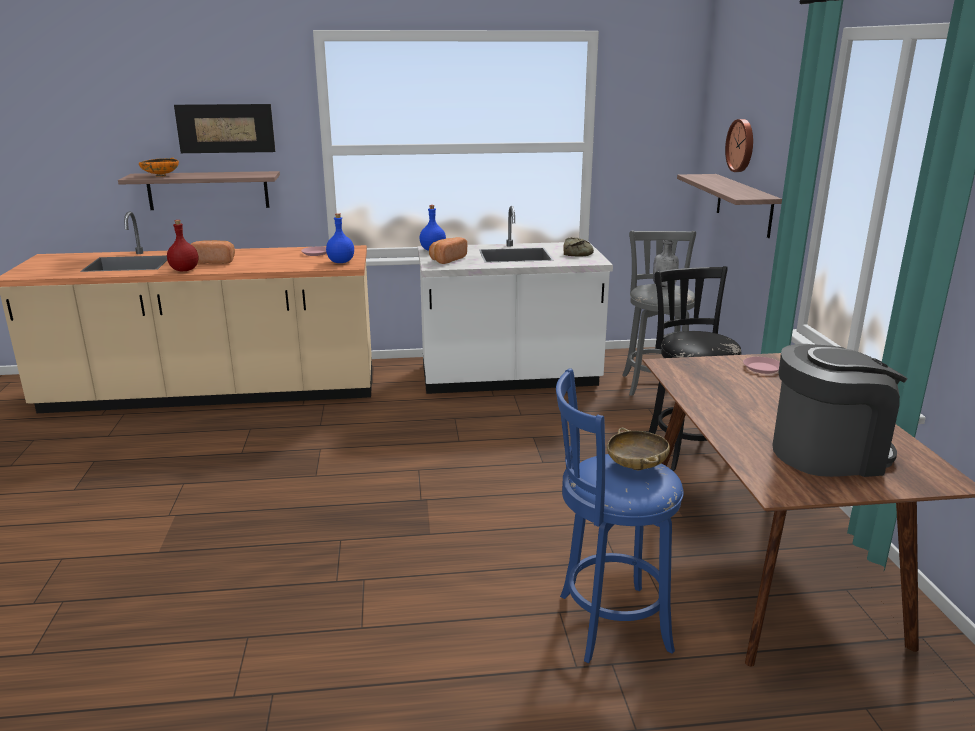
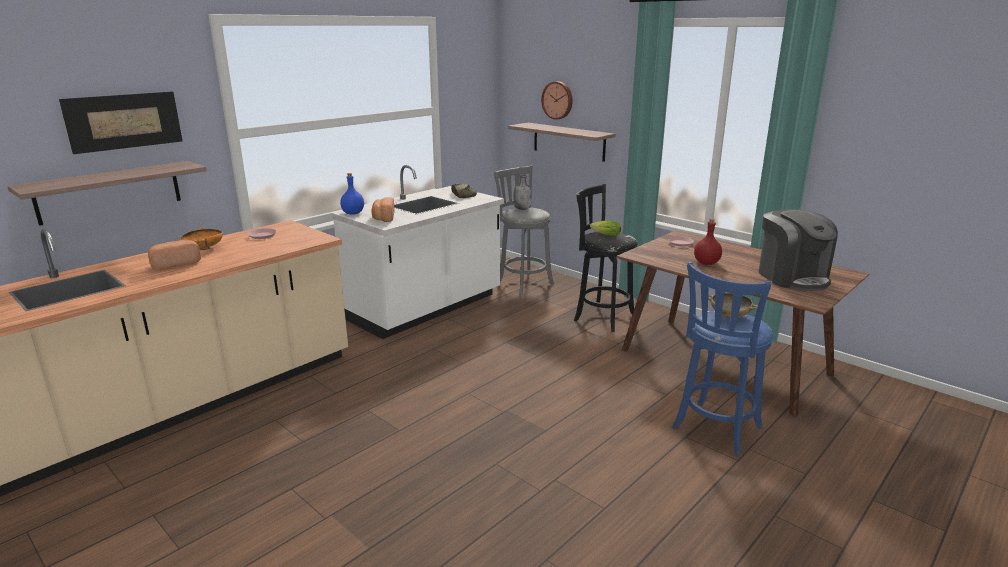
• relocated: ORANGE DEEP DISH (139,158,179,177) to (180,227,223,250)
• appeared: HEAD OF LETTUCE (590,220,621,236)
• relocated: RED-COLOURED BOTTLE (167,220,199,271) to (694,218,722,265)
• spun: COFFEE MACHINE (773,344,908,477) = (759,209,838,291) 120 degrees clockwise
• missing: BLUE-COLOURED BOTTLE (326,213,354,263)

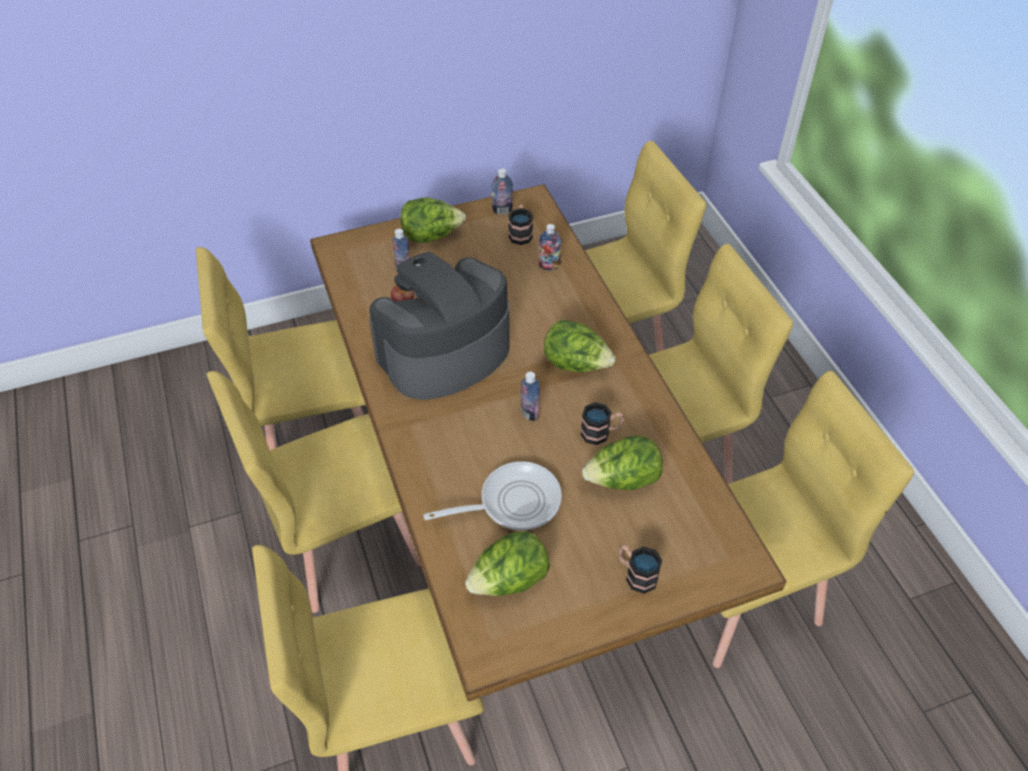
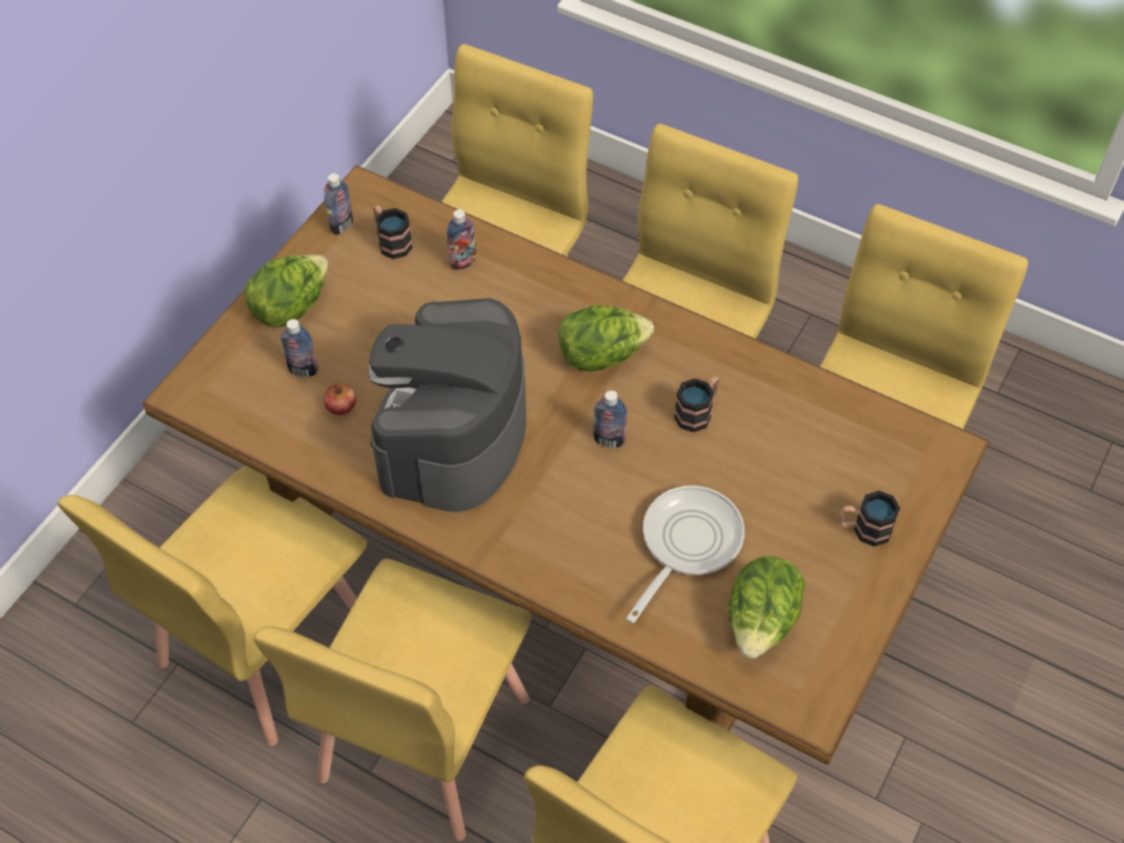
• missing: HEAD OF LETTUCE (582,435,663,490)

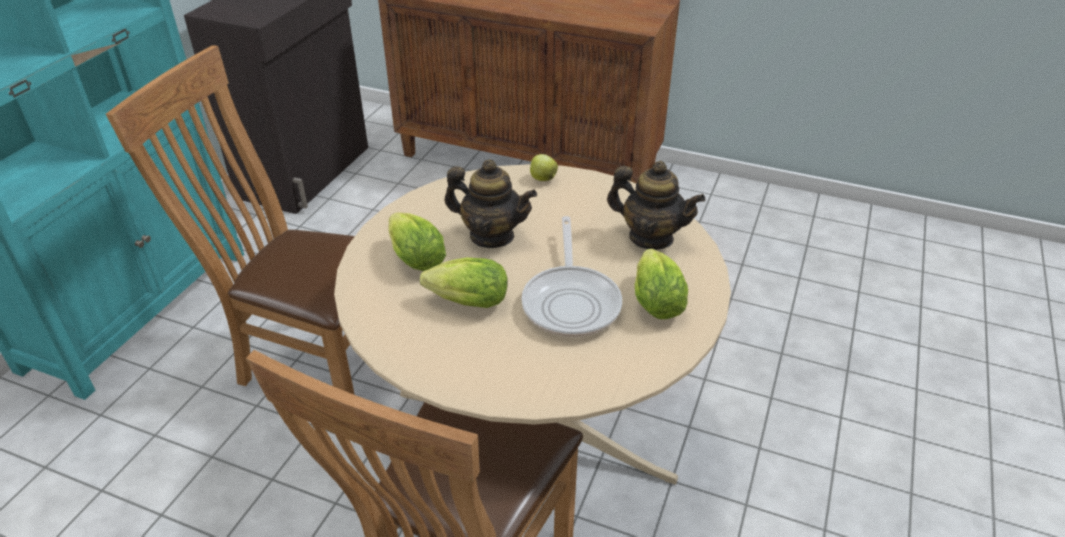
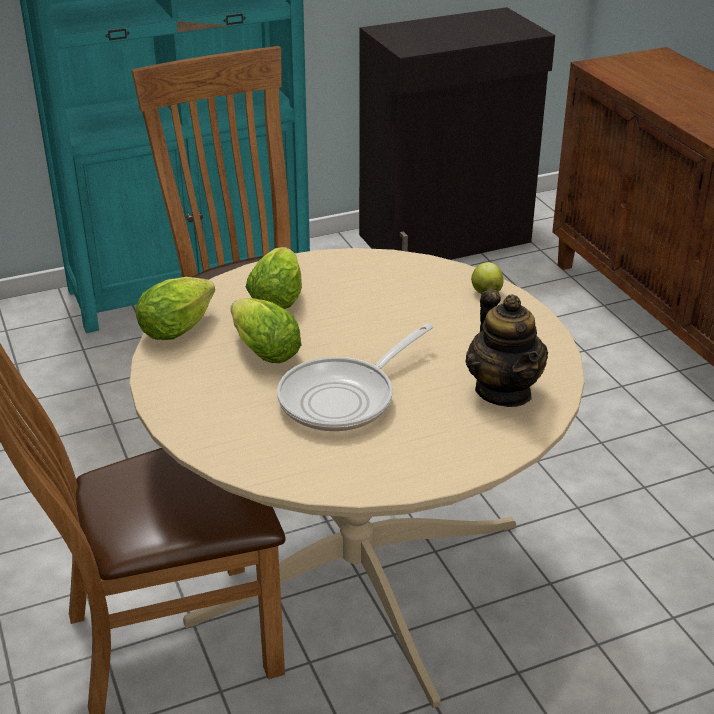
• relocated: HEAD OF LETTUCE (635,249,688,319) to (136,277,215,340)
• missing: TEA POT (444,159,537,248)

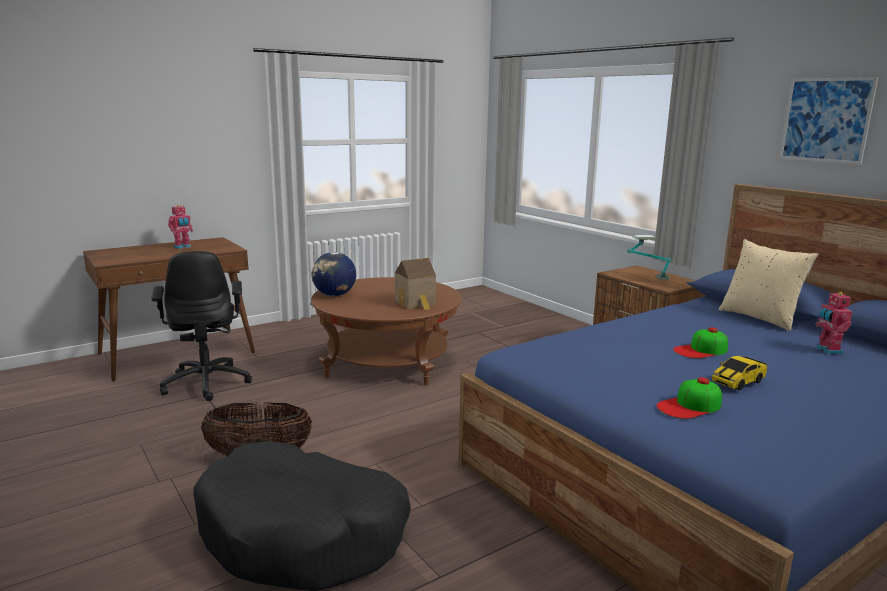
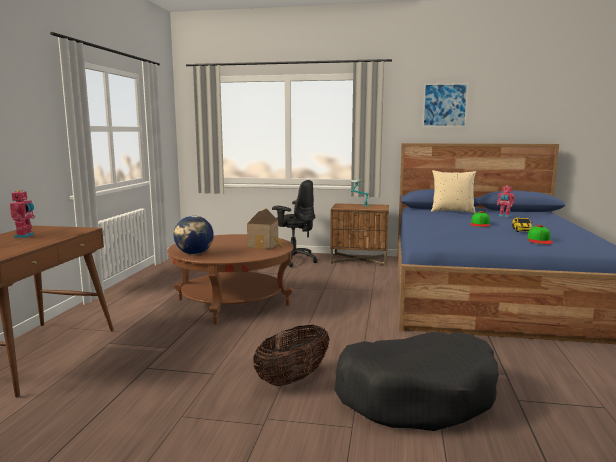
• relocated: BLACK COMPUTER CHAIR (151,251,252,401) to (272,180,318,267)

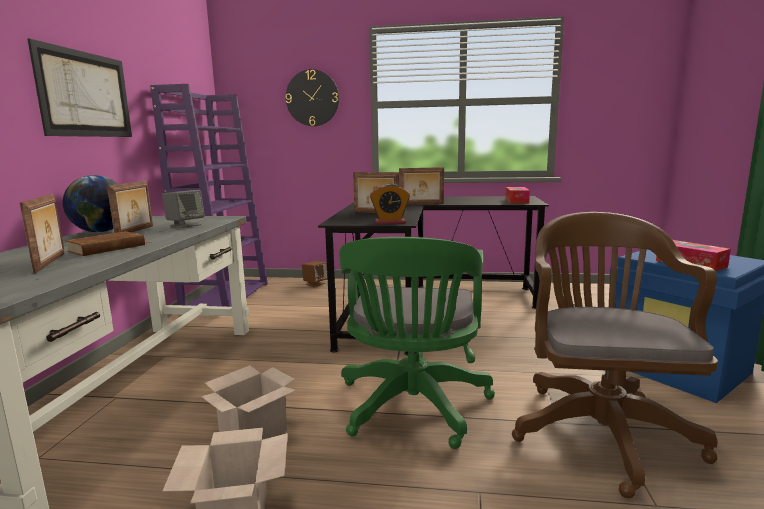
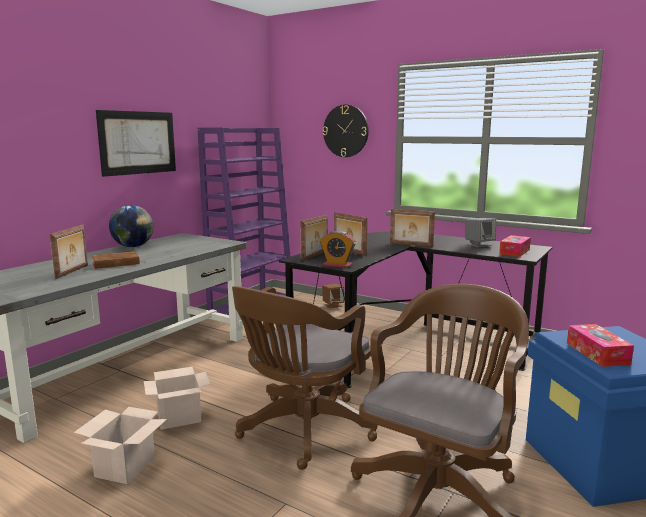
• colour: GREEN-COLOURED COMPUTER CHAIR (339,237,495,449) to BROWNISH COMPUTER CHAIR (232,286,378,470)
• relocated: PHOTO FRAME (107,180,153,233) to (301,214,328,261)
• relocated: GREYISH AUDIO SPEAKER (162,190,205,228) to (465,218,496,247)

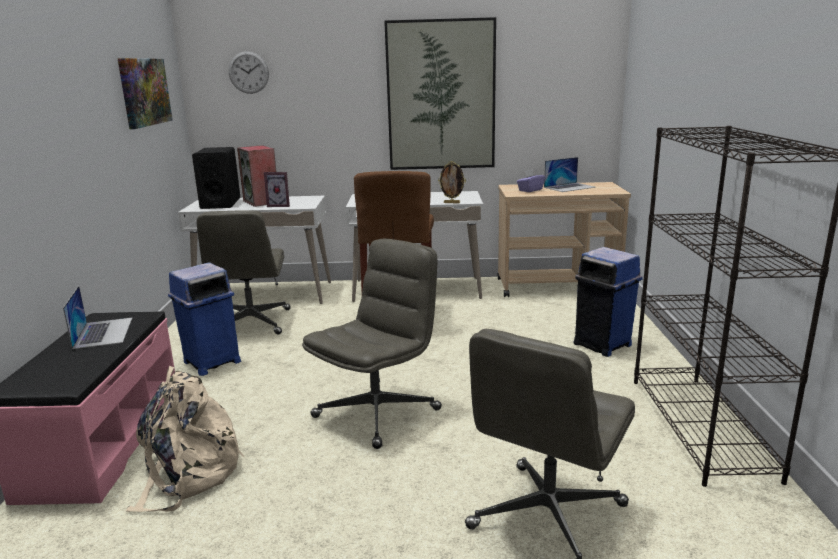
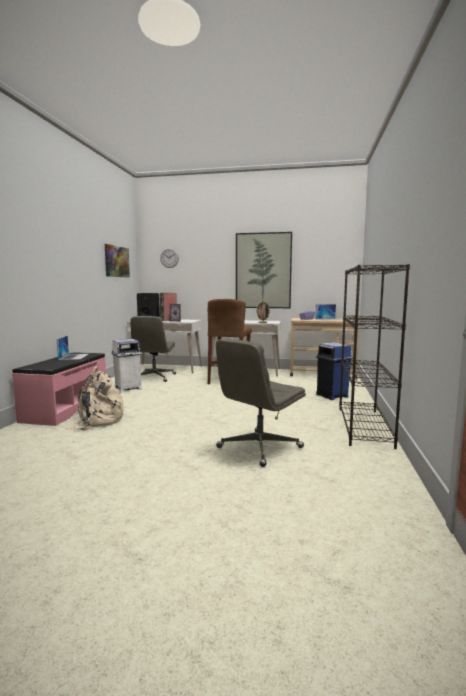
• colour: BLUE-COLOURED RUBBISH BIN (168,262,241,376) to WHITE RUBBISH BIN (111,339,142,392)
• missing: GREYISH COMPUTER CHAIR (302,238,442,449)

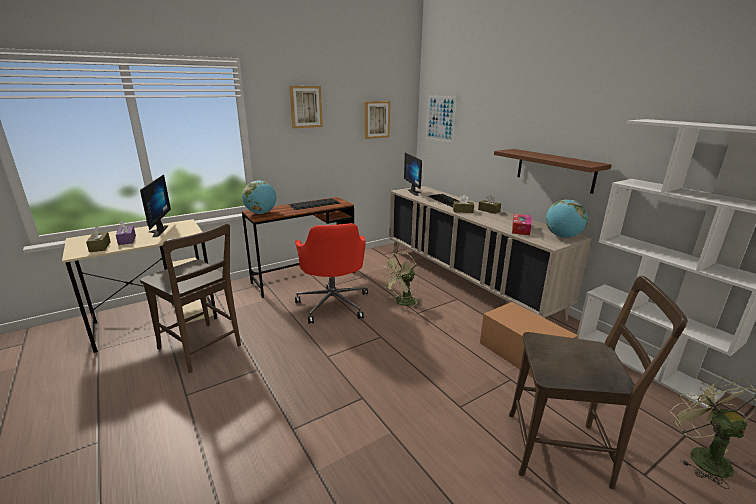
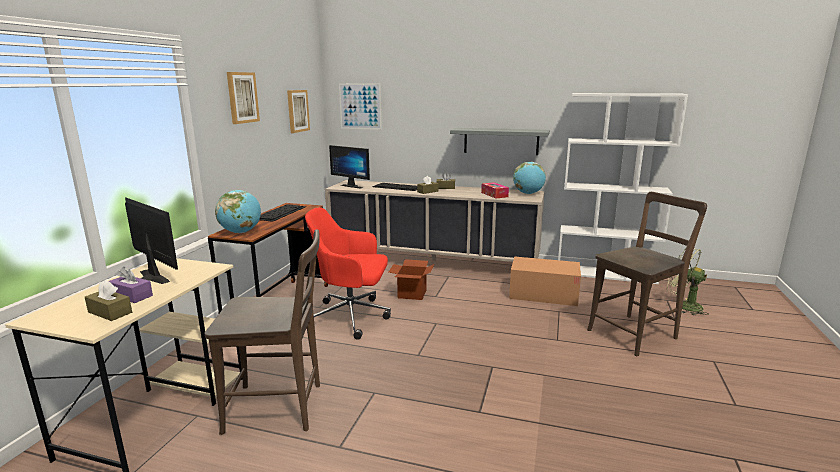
• spun: RED-COLOURED COMPUTER CHAIR (295,223,368,324) = (305,207,391,340) 150 degrees clockwise
• exchanged: GREEN-COLOURED FAN (381,252,422,309) to PACKING BOX (389,259,434,300)
• colour: BROWNISH WALL SHELF (494,149,612,194) to GREYISH WALL SHELF (450,128,550,155)

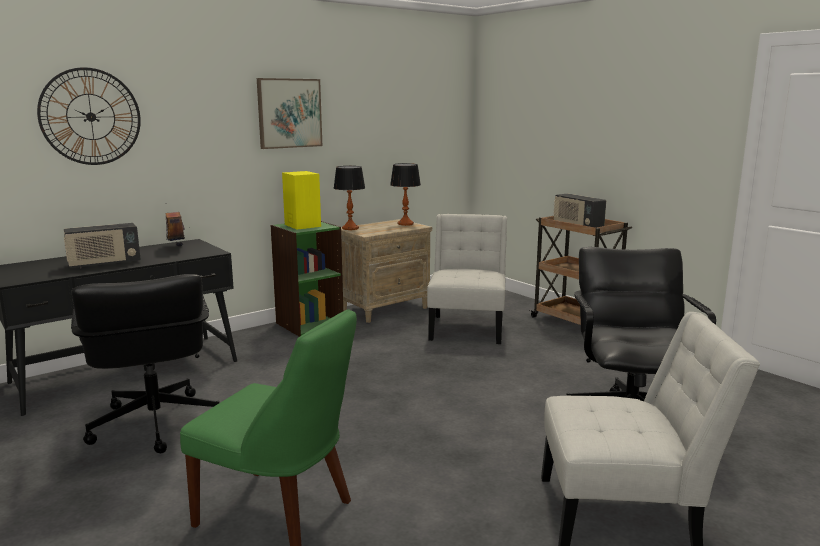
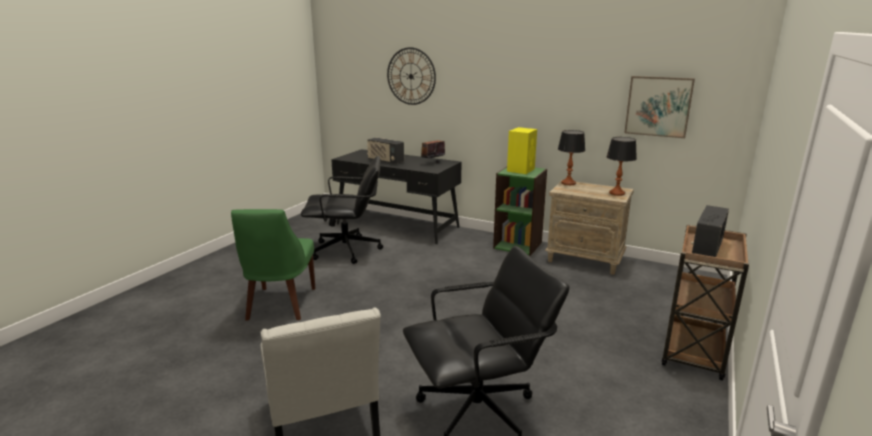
• spun: BLACK COMPUTER CHAIR (71,274,219,453) = (301,156,383,264) 135 degrees counterclockwise
• relocated: PICTURE (257,78,322,149) to (624,76,695,138)
• missing: WHITE UPRIGHT CHAIR (427,214,507,344)

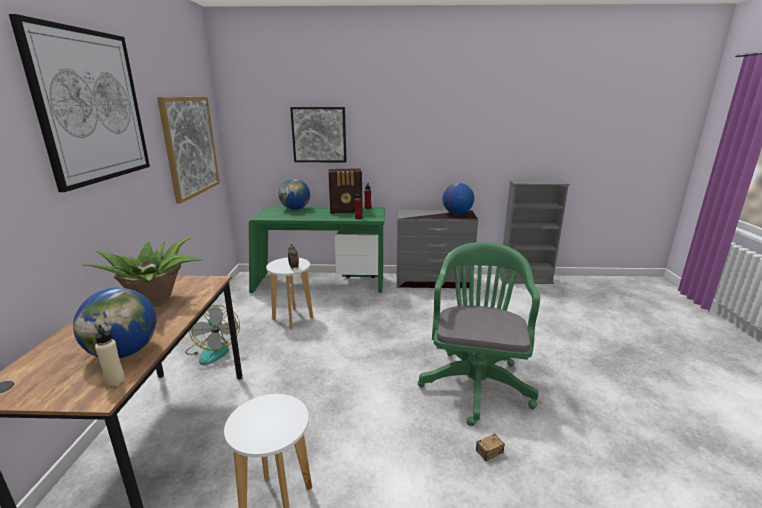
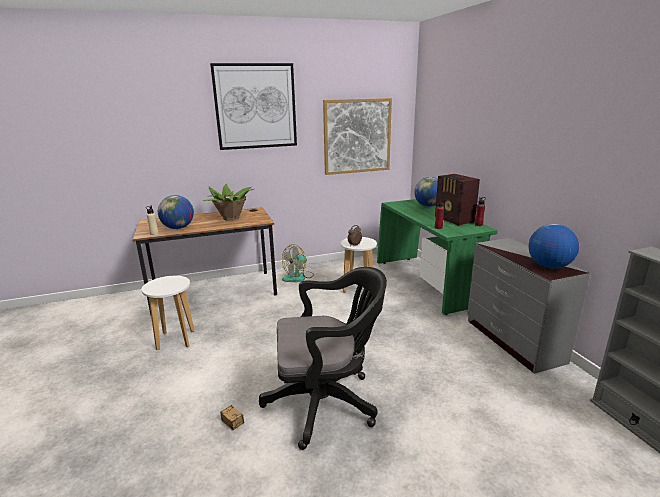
• colour: GREEN-COLOURED COMPUTER CHAIR (418,242,540,426) to BLACK COMPUTER CHAIR (259,267,387,450)
• missing: PICTURE (290,107,347,162)

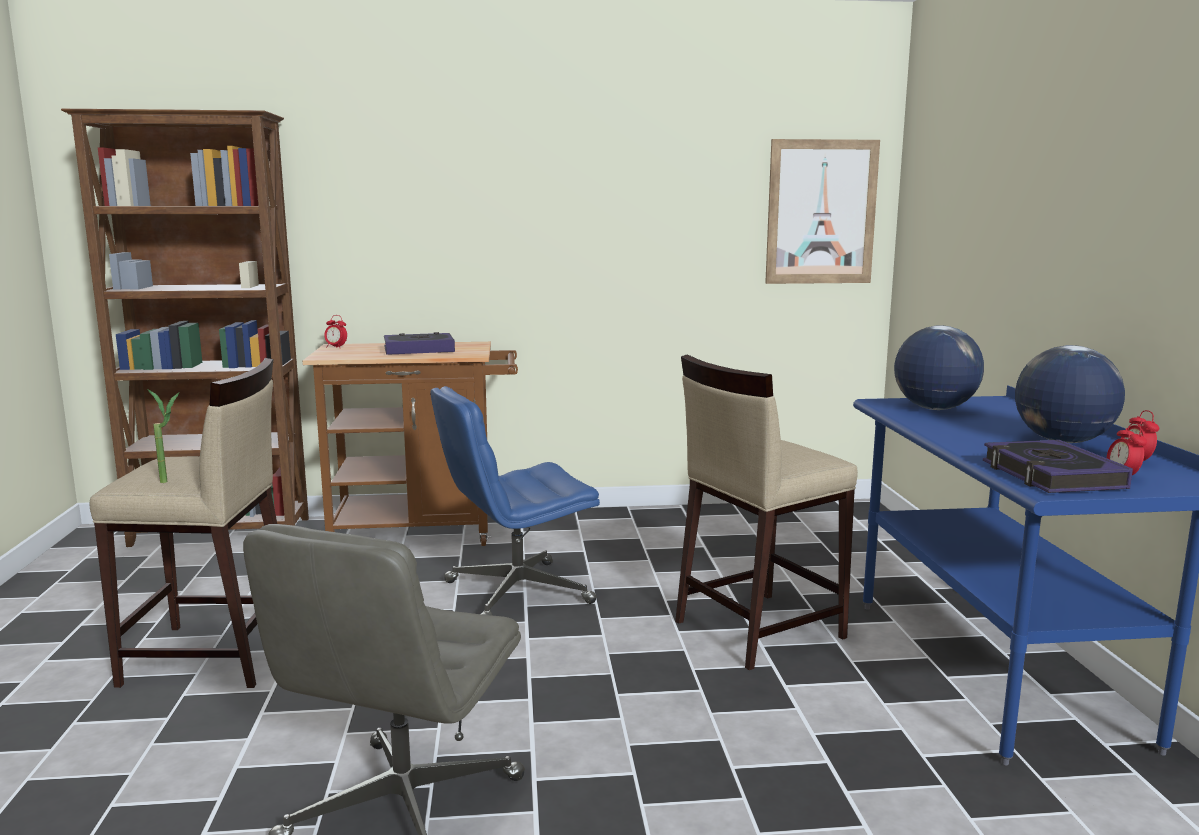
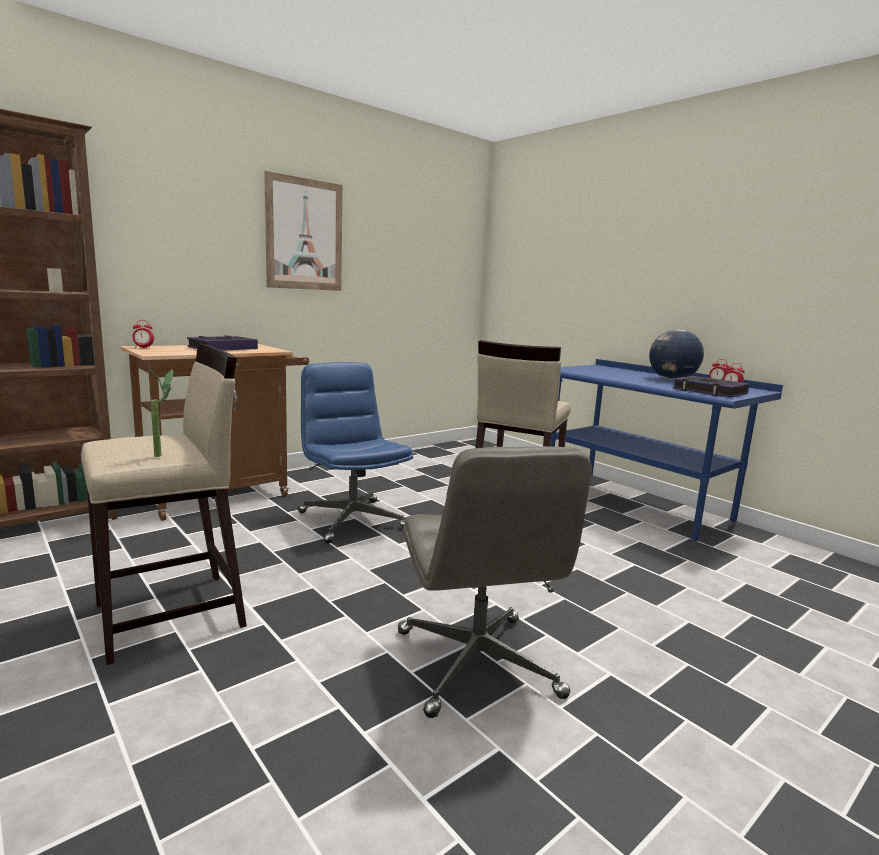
• relocated: PICTURE (765,139,880,284) to (264,171,342,291)
• spun: BLUE-COLOURED COMPUTER CHAIR (430,386,600,616) = (298,362,413,544) 120 degrees clockwise
• missing: WORLD GLOBE (894,326,984,410)

